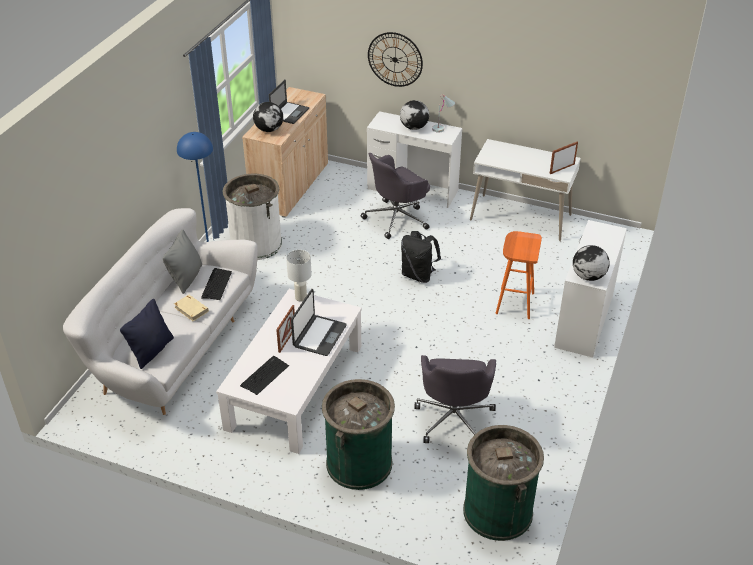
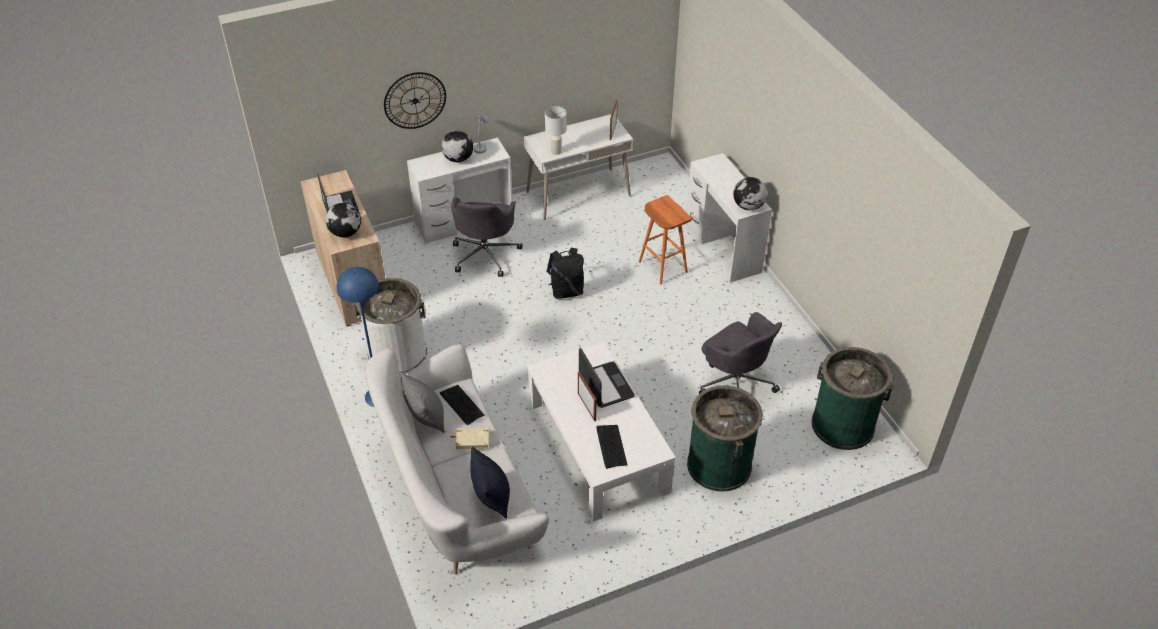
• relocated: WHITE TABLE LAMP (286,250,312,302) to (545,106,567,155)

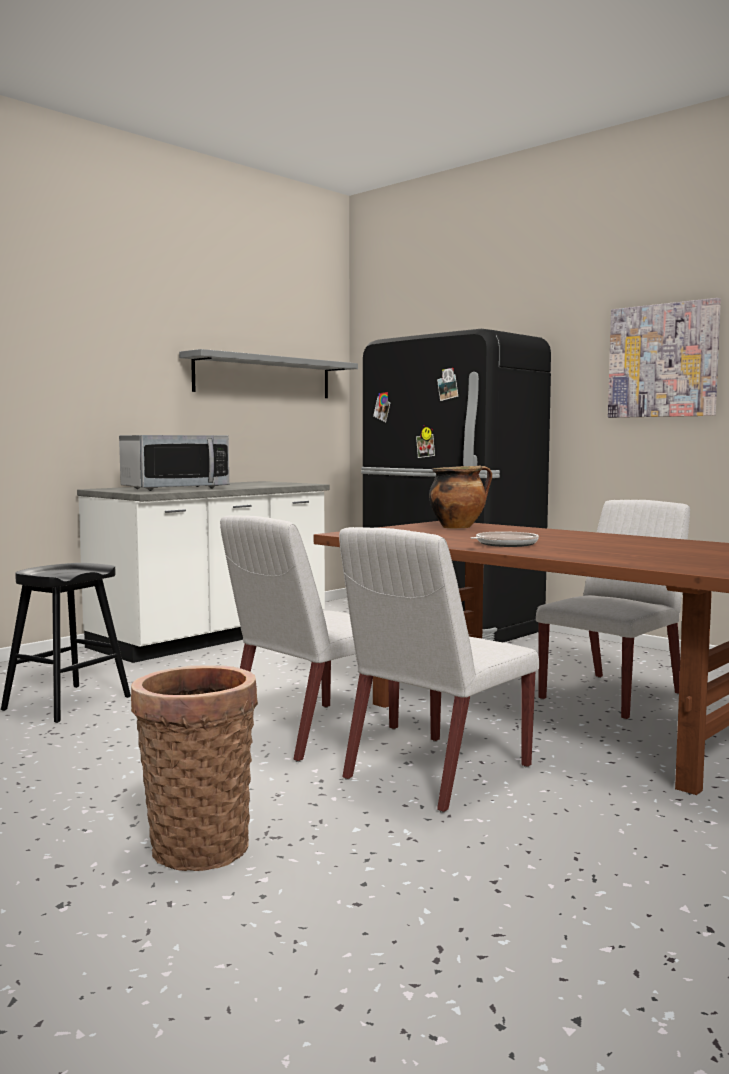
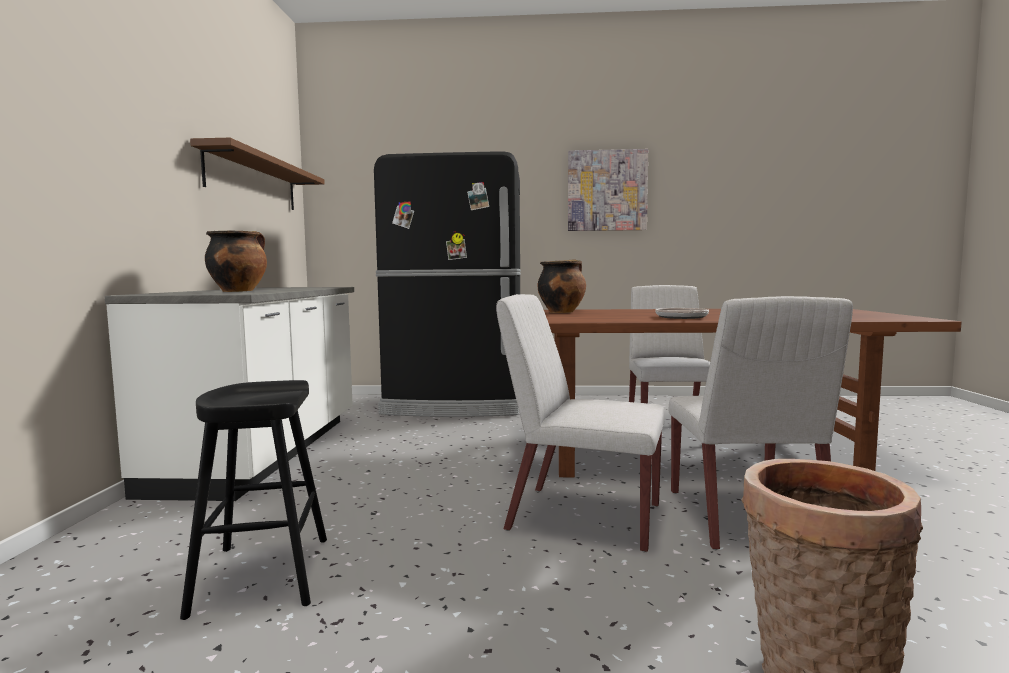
• colour: GREYISH WALL SHELF (179,349,358,398) to BROWNISH WALL SHELF (190,138,325,210)
• exchanged: KITCHEN MICROWAVE (119,435,229,491) to SAUCEPOT (205,231,267,292)
• spun: WHITE UPRIGHT CHAIR (220,515,399,762) = (496,294,665,553) 105 degrees clockwise

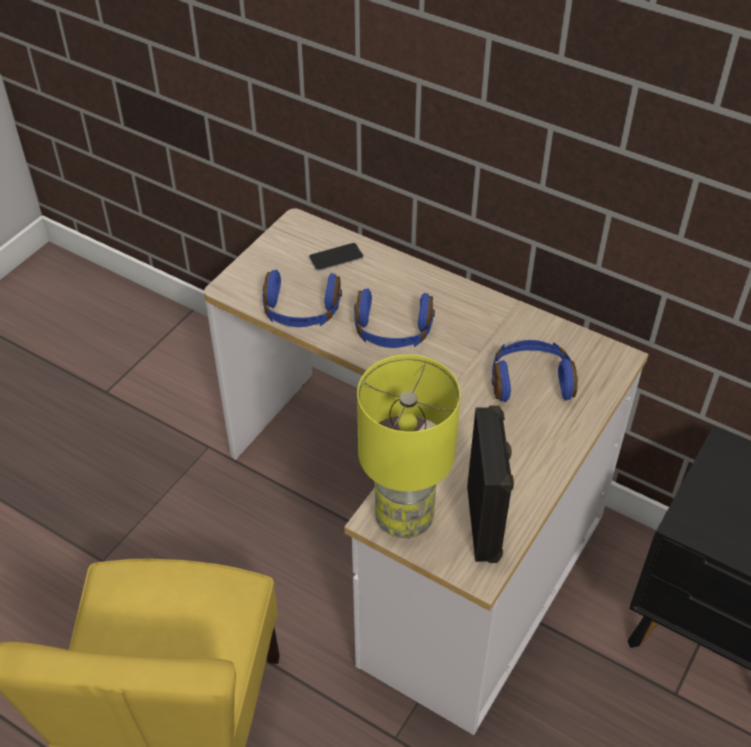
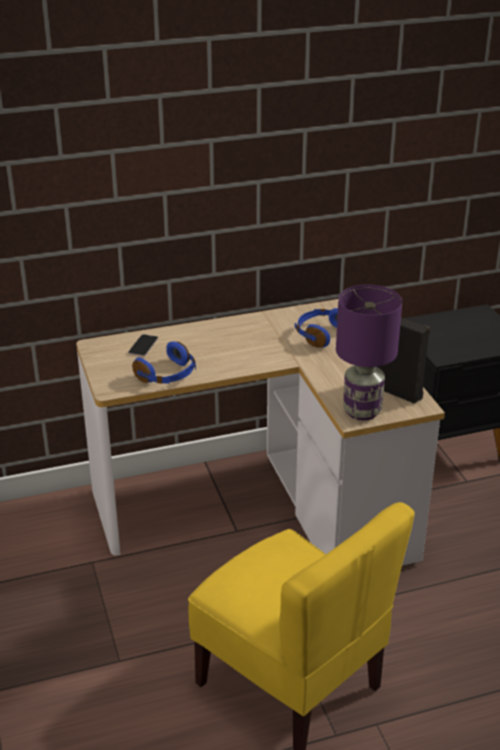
• colour: YELLOW TABLE LAMP (357,355,460,538) to PURPLE TABLE LAMP (336,285,402,420)
• missing: BLUE-COLOURED HEADPHONES (354,288,435,348)

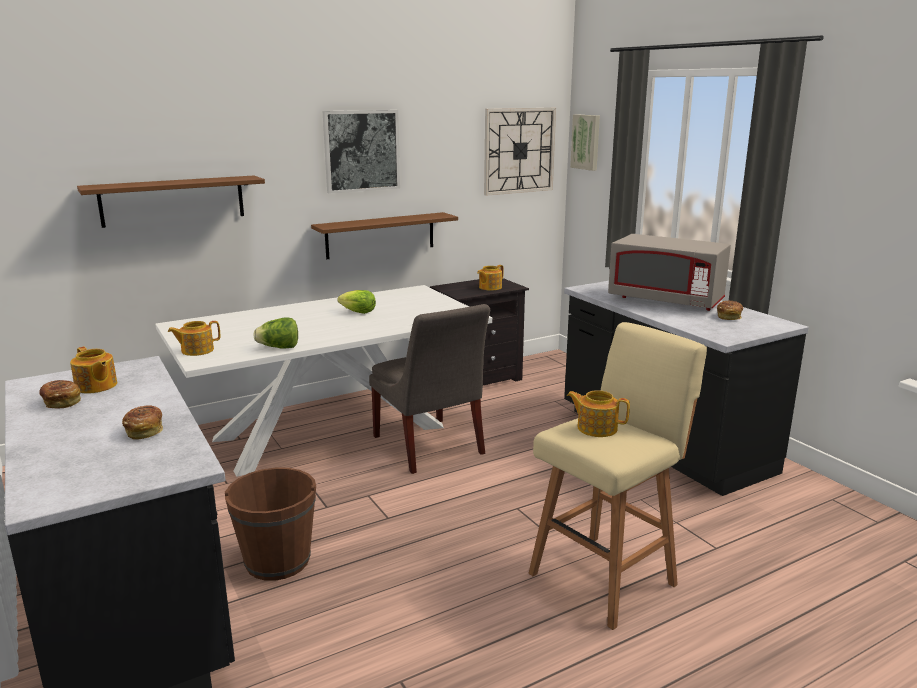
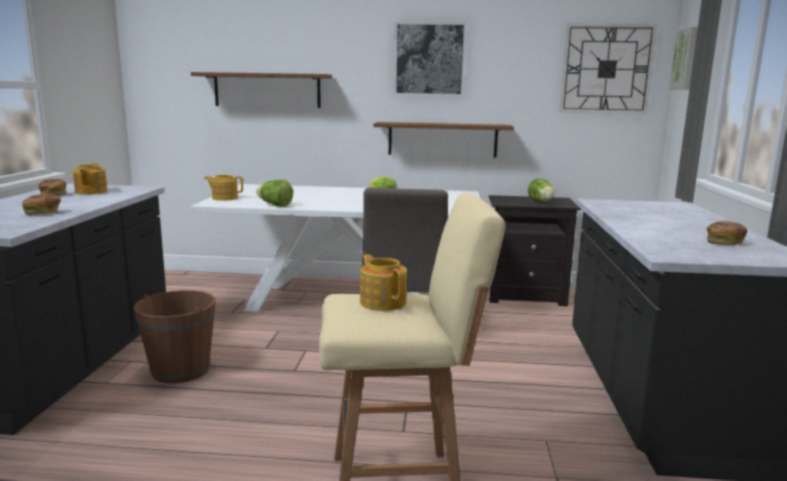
• exchanged: TEA POT (477,265,504,291) to HEAD OF LETTUCE (528,178,554,202)
• missing: GREYISH KITCHEN MICROWAVE (608,234,731,311)

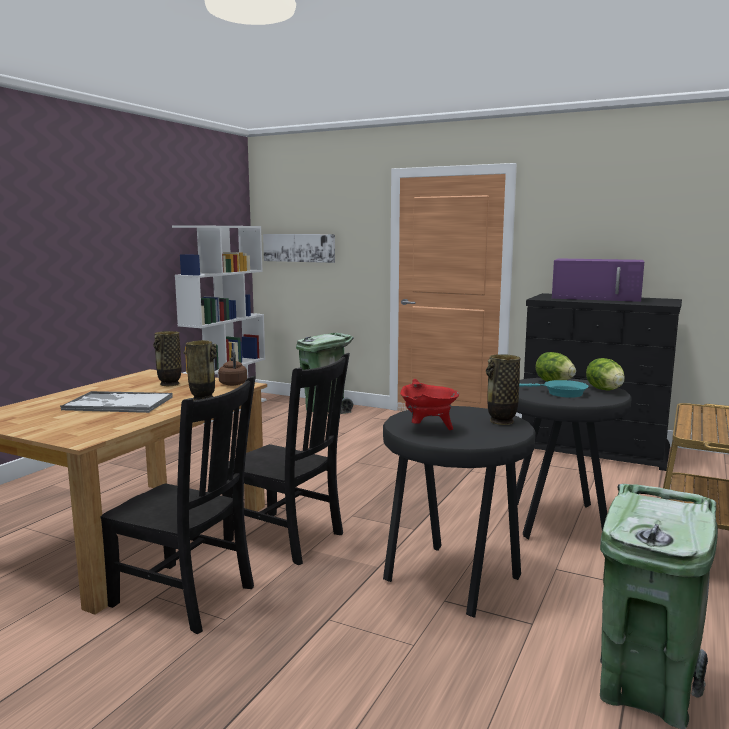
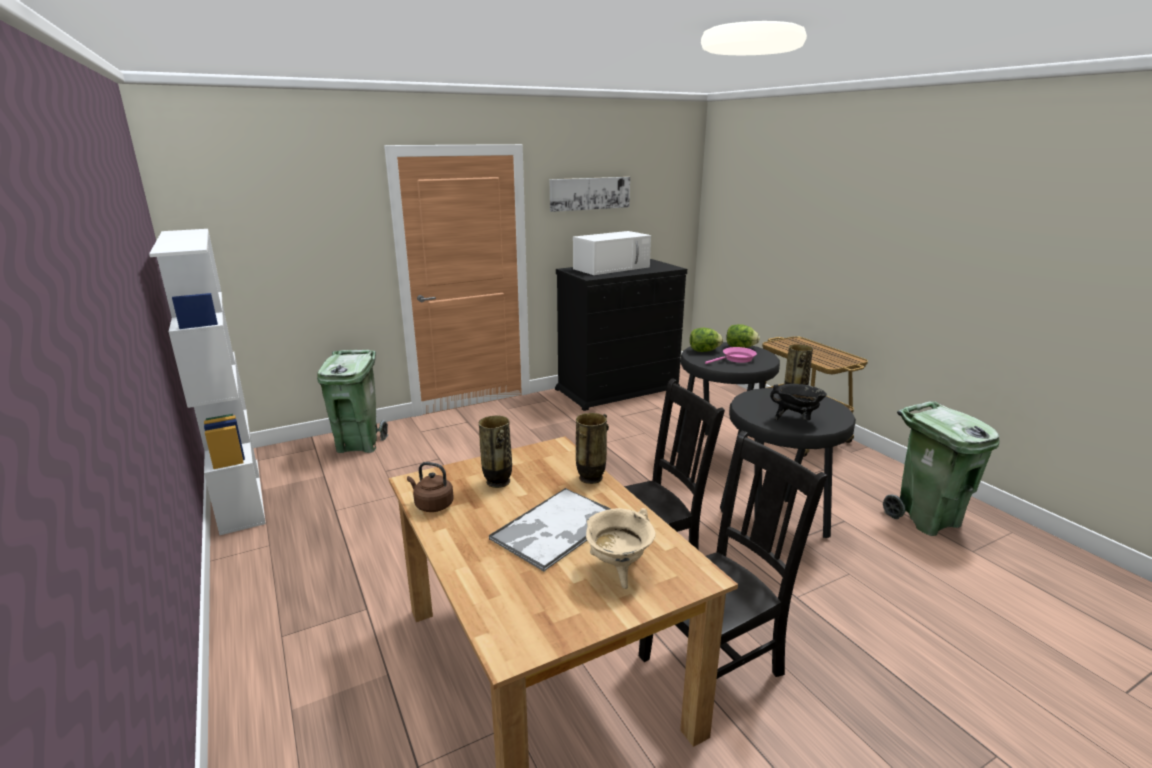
• relocated: BROWNISH WATER KETTLE (218,349,247,386) to (407,462,454,512)
• relocated: PICTURE (263,234,335,263) to (550,177,630,212)
• colour: PURPLE KITCHEN MICROWAVE (552,258,644,302) to WHITE KITCHEN MICROWAVE (573,231,651,275)
• appeared: BEIGE SAUCEPOT (586,508,656,589)
• colour: BLUE-GREEN SKILLET (519,380,588,398) to PINKISH SKILLET (705,347,757,364)
• colour: RED-COLOURED SAUCEPOT (400,379,459,430) to BLACK SAUCEPOT (770,384,827,420)

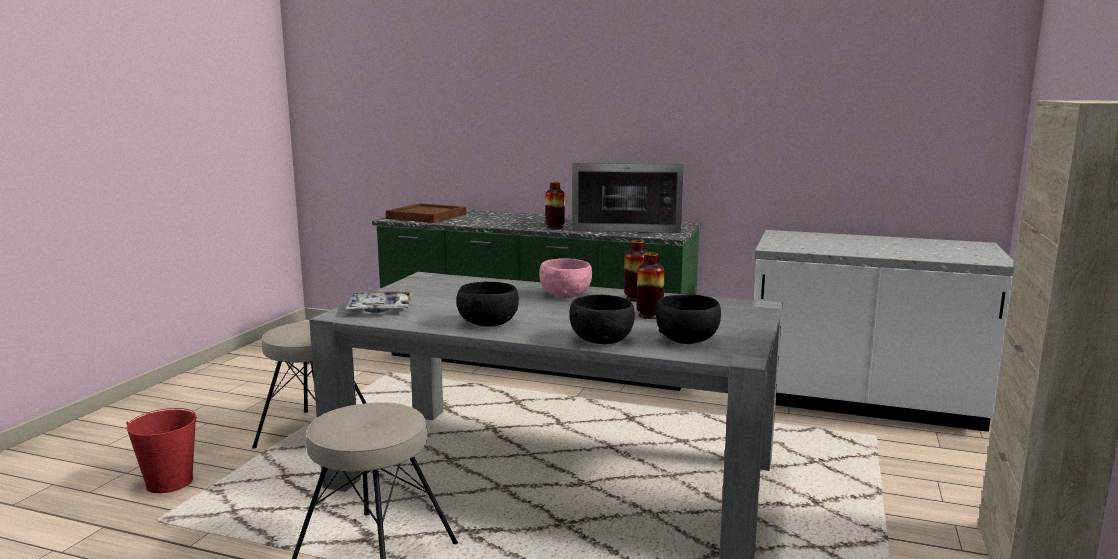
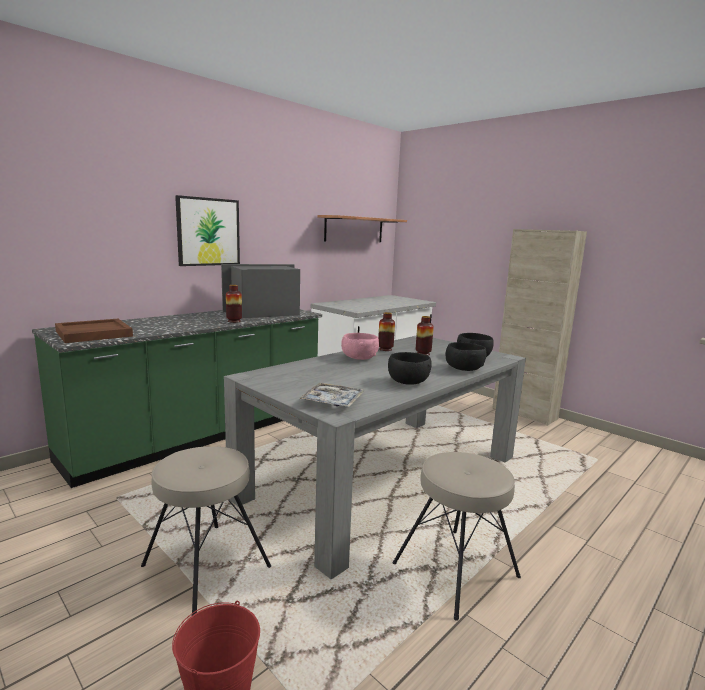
• appeared: PICTURE (175,195,240,266)
• spun: KITCHEN MICROWAVE (572,161,683,233) = (221,264,300,318) 150 degrees counterclockwise
• appeared: WALL SHELF (318,215,407,242)

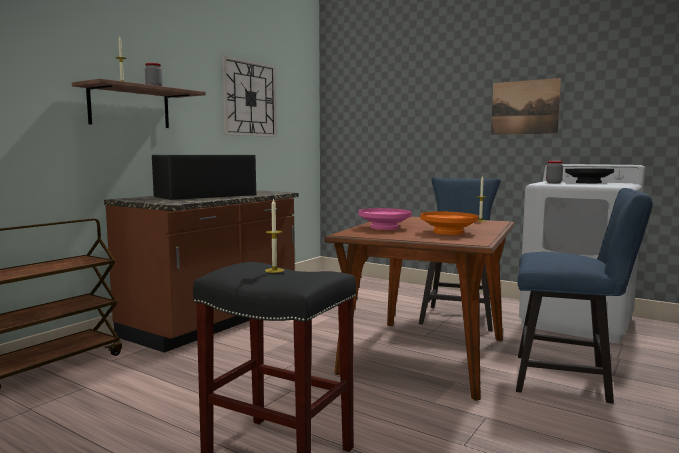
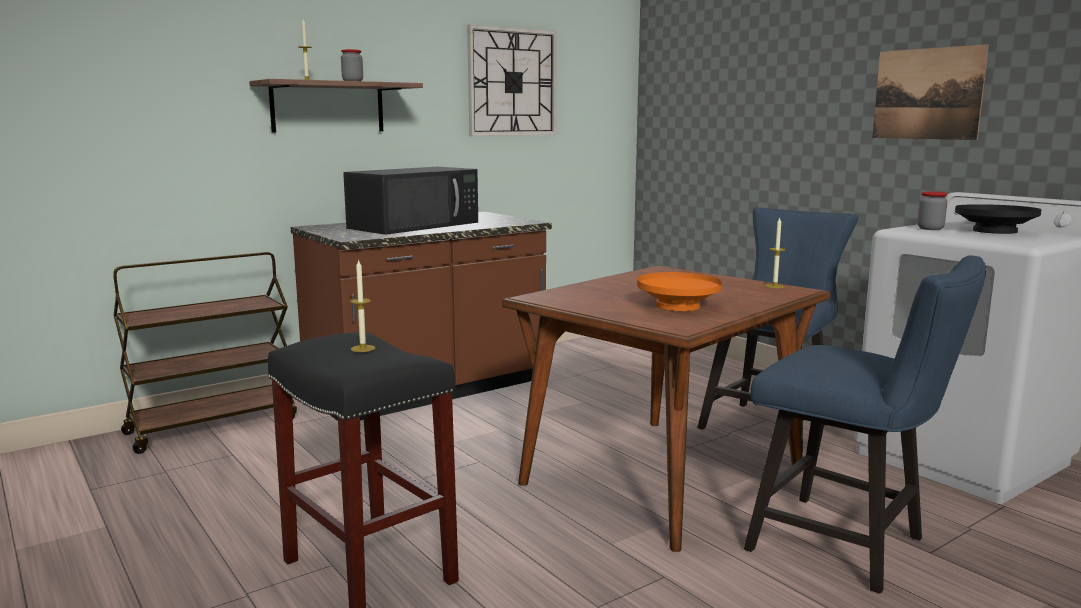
• spun: BLACK KITCHEN MICROWAVE (152,155,256,200) = (343,167,478,235) 150 degrees clockwise
• missing: PINKISH DEEP DISH (358,208,412,230)

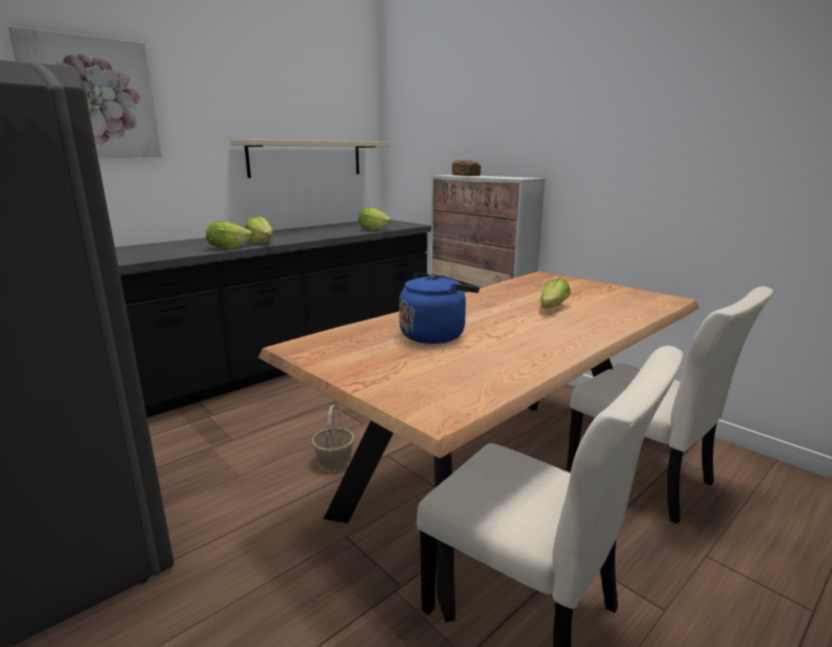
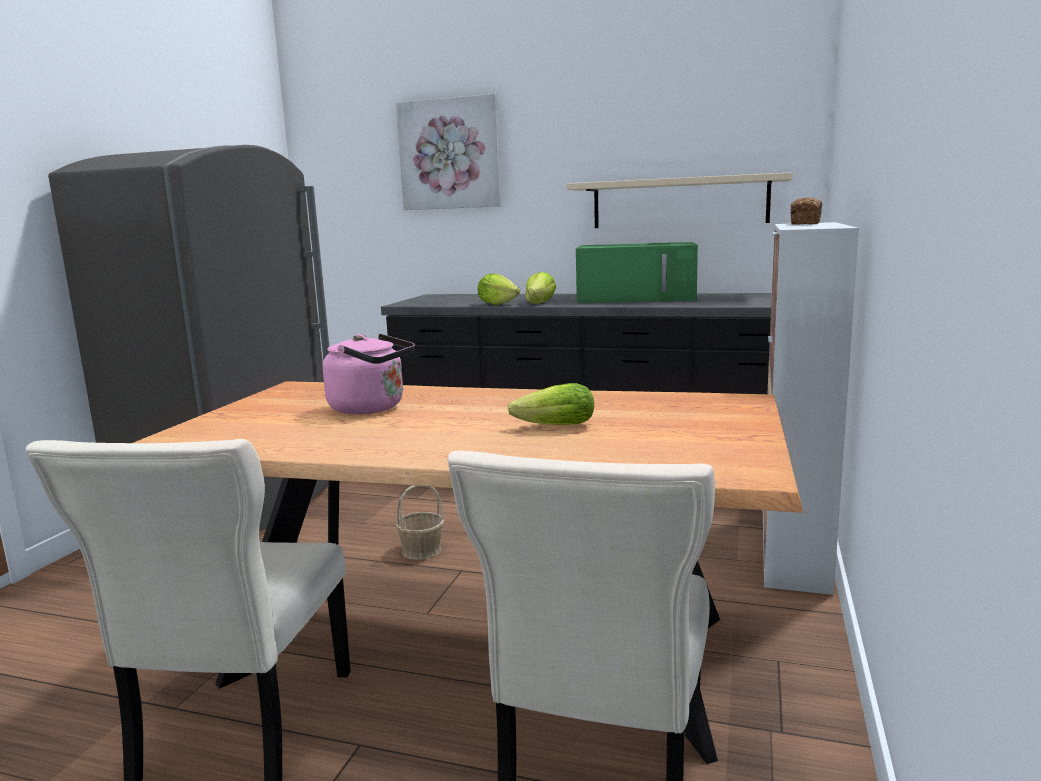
• colour: BLUE-COLOURED WATER KETTLE (399,273,480,344) to PINKISH WATER KETTLE (323,334,415,414)
• appeared: GREEN-COLOURED KITCHEN MICROWAVE (576,242,698,303)
• missing: HEAD OF LETTUCE (358,207,392,231)

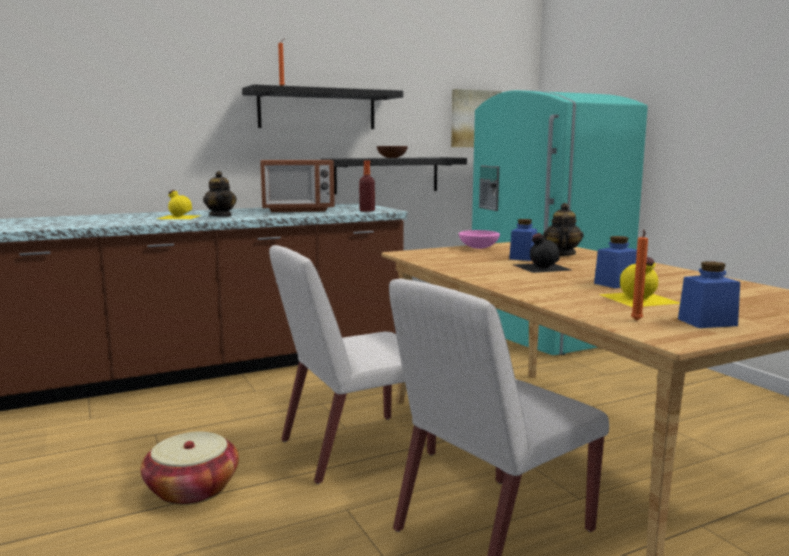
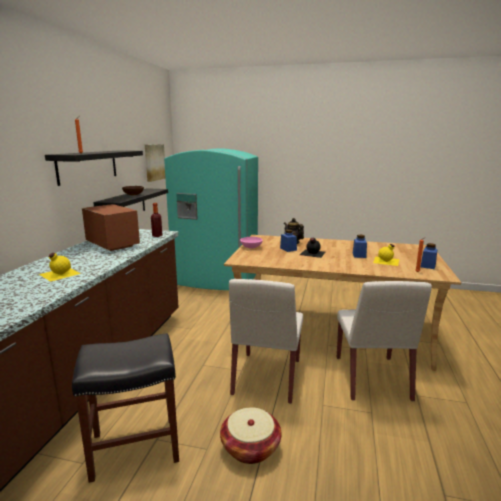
• appeared: BLACK SITTING STOOL (72,333,179,483)
• spun: KITCHEN MICROWAVE (260,160,335,212) = (82,204,140,251) 75 degrees counterclockwise
• missing: TEA POT (203,171,237,217)

